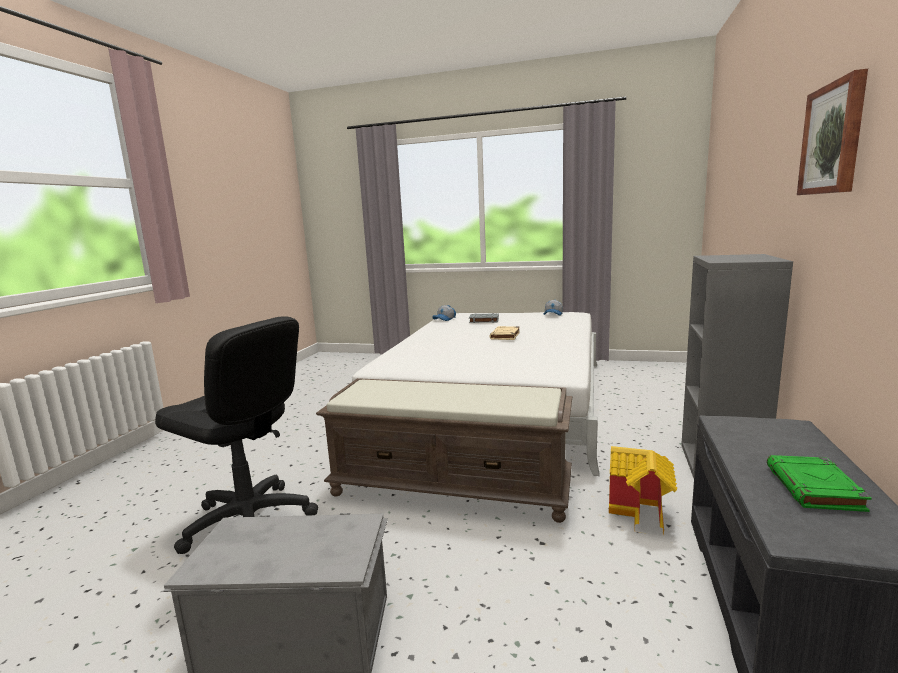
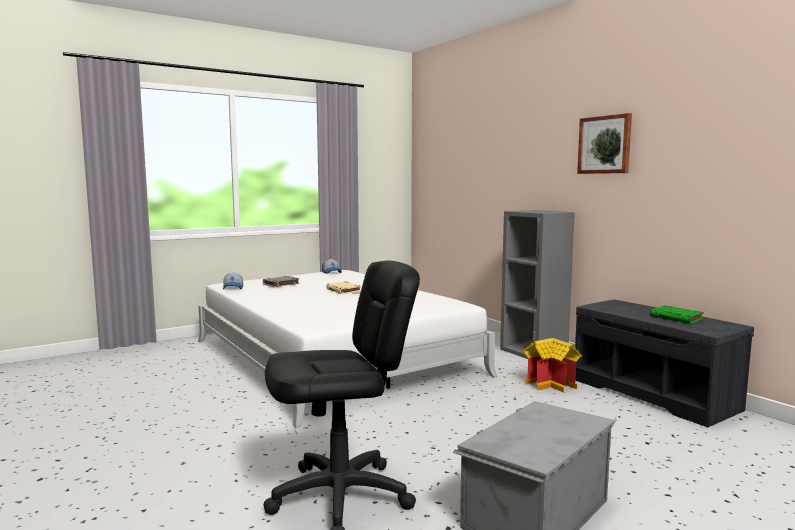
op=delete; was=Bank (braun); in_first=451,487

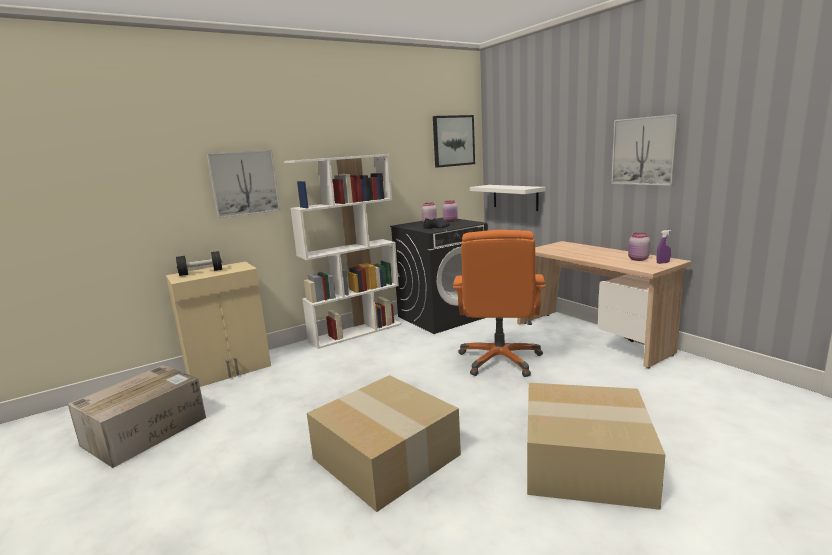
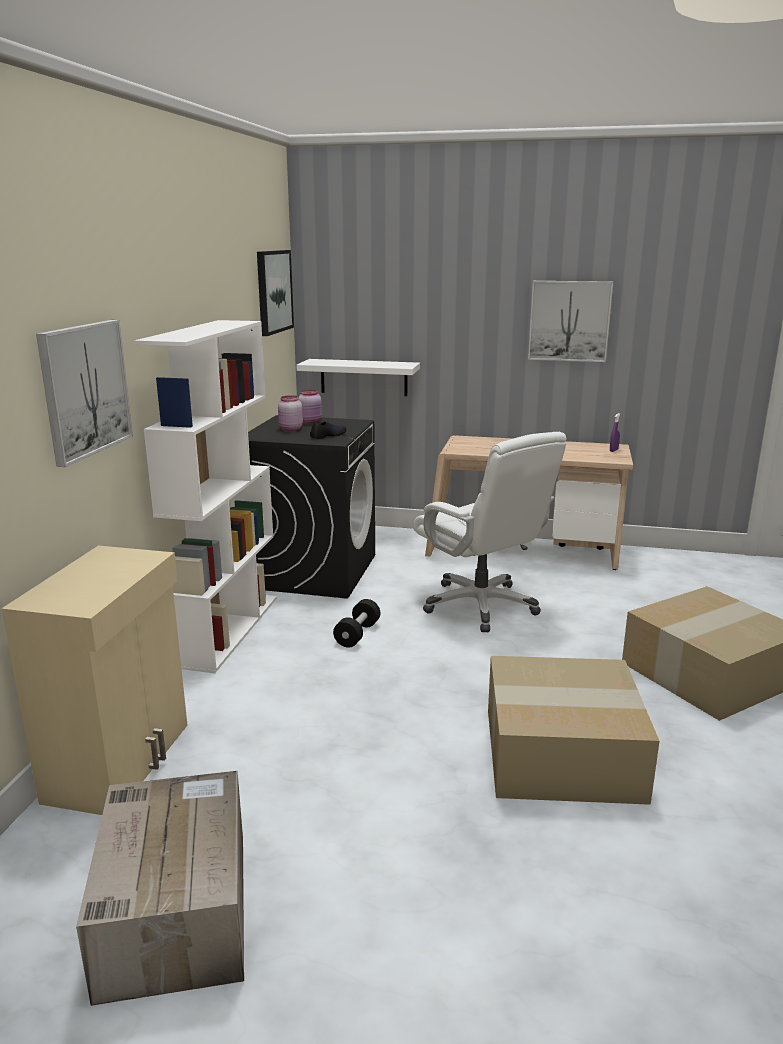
op=recolor; was=Bürostuhl (orange); now=Bürostuhl (weiß); in_first=500,360; in_second=481,605
op=delete; was=Vorratsglas (rosa); in_first=638,259
op=move; was=Hantel (schwarz); in_first=201,272; in_second=357,634

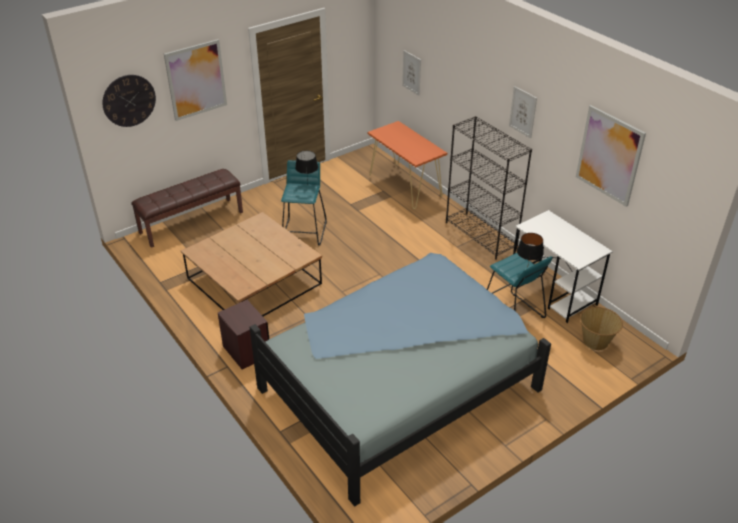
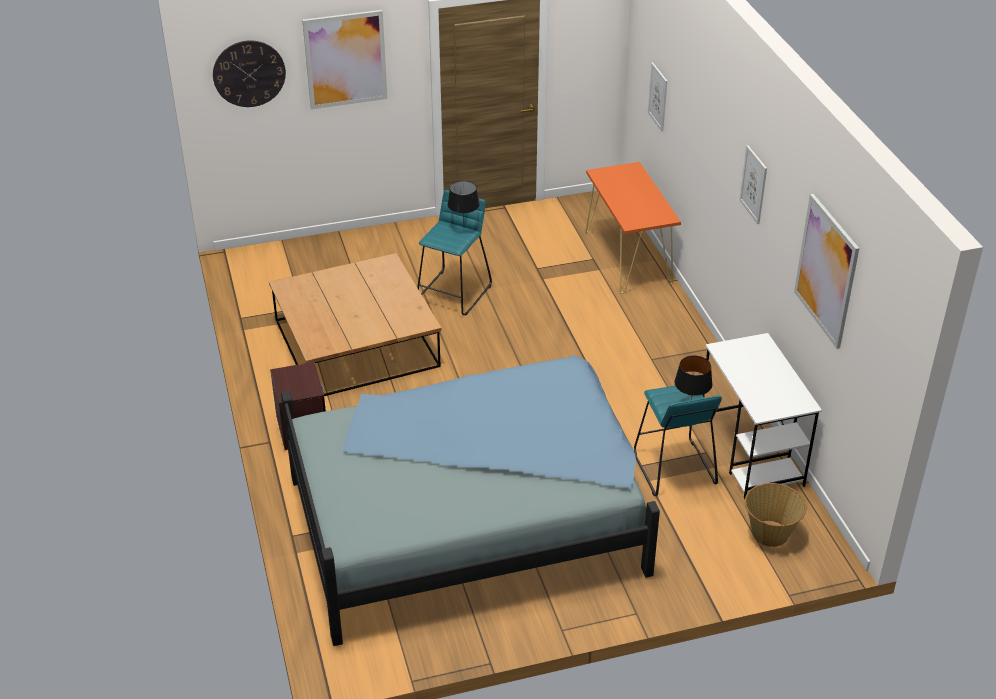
op=delete; was=Bücherregal (schwarz); in_first=481,235
op=delete; was=Bank (braun); in_first=191,222

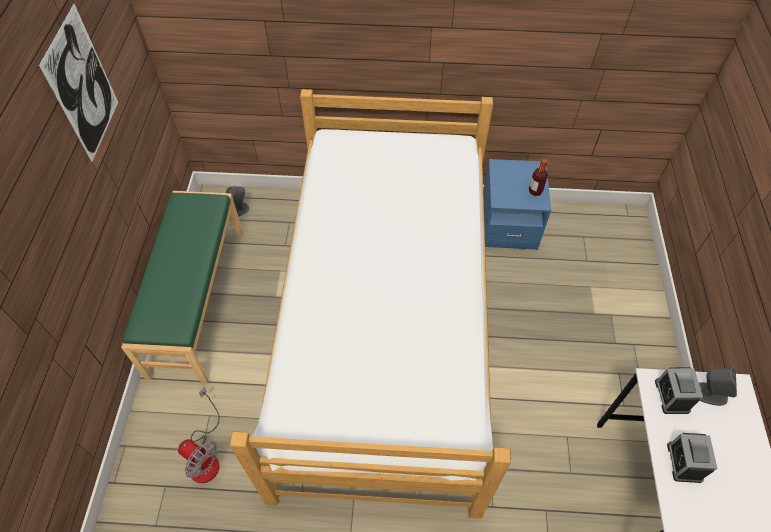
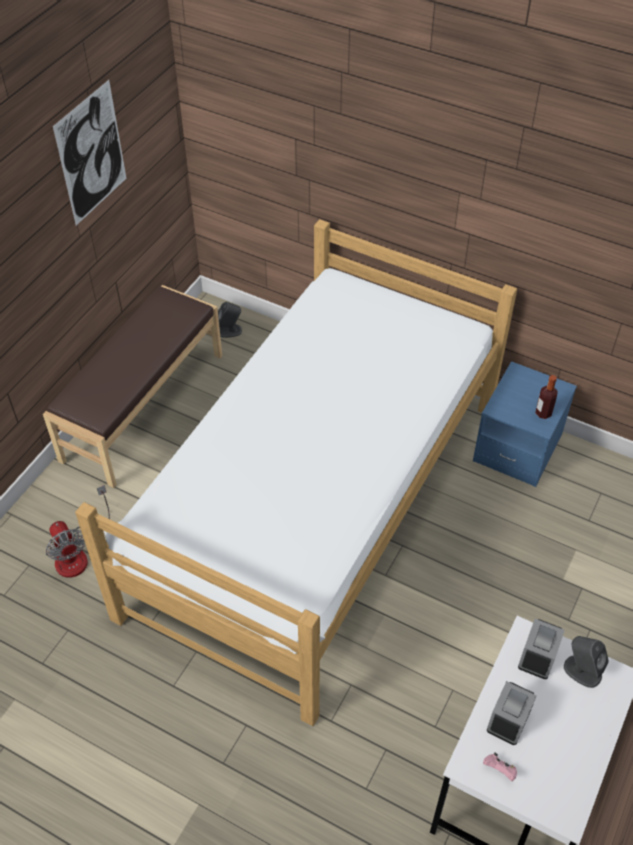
op=recolor; was=Bank (grün); now=Bank (braun); in_first=196,300; in_second=142,406
op=insert; now=Gamepad (rosa); in_second=499,770

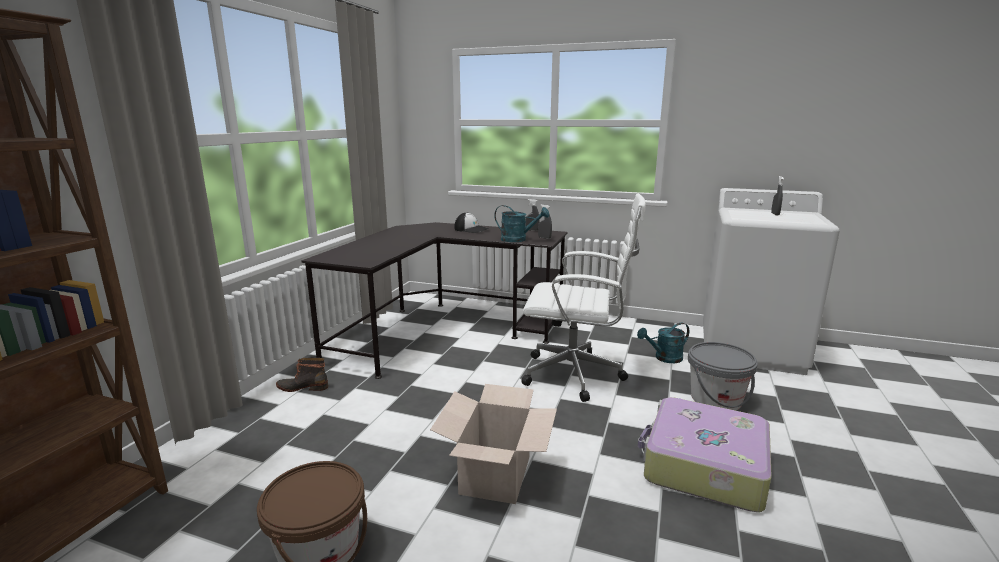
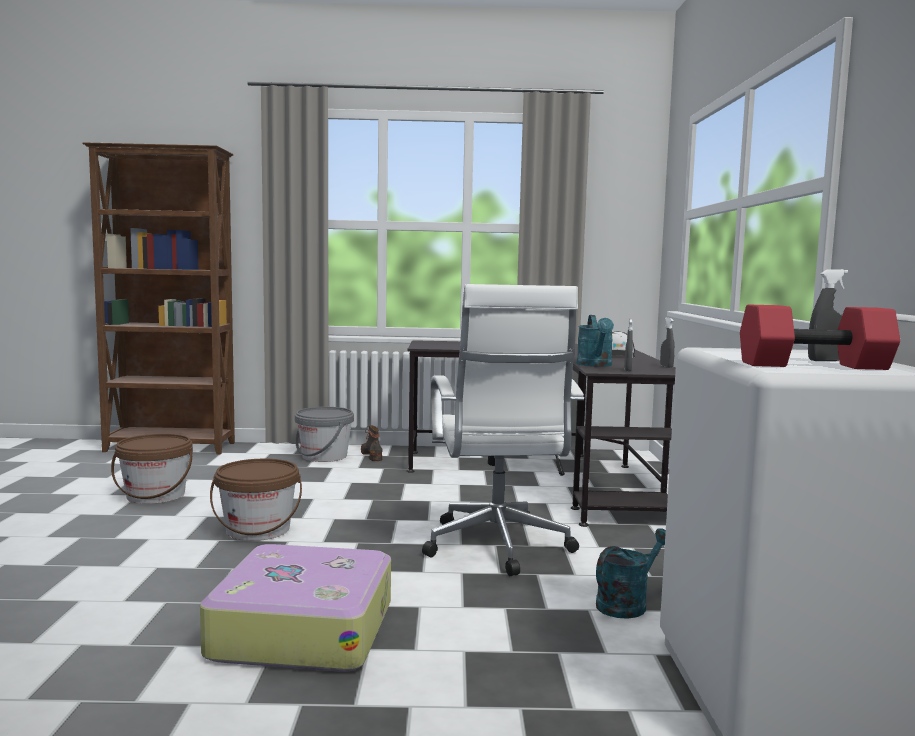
op=rotate; was=Gießkanne (türkis); in_first=664,358; in_second=627,603; clockwise=90
op=move; was=Eimer (grau); in_first=716,399; in_second=324,456
op=replace; was=Karton; now=Eimer (braun); in_first=495,474; in_second=258,530
op=insert; now=Hantel (rot); in_second=813,366

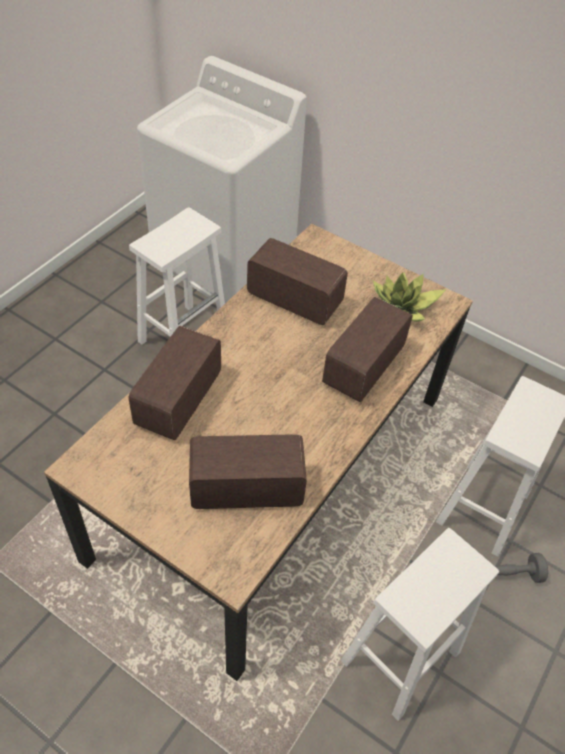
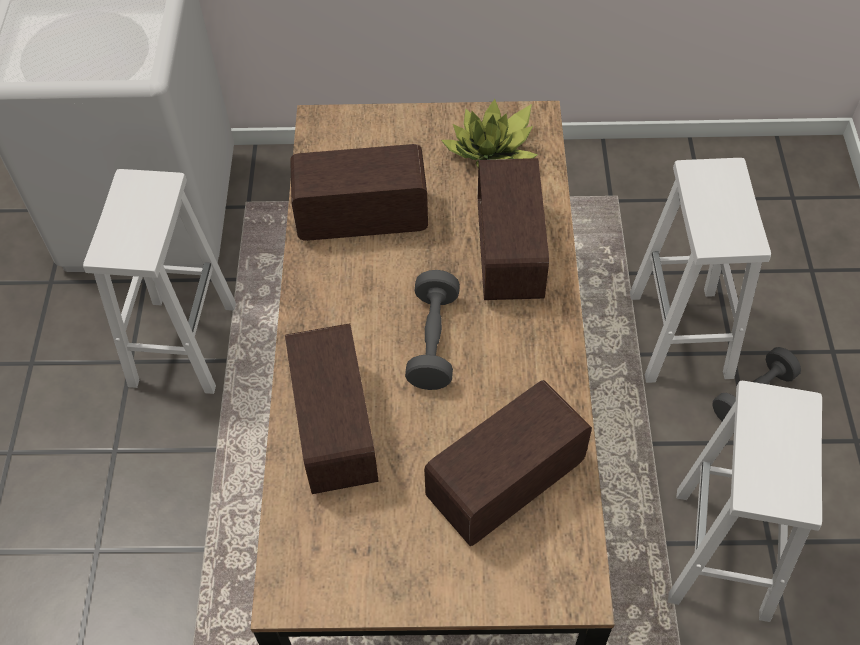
op=insert; now=Hantel (grau); in_second=433,341

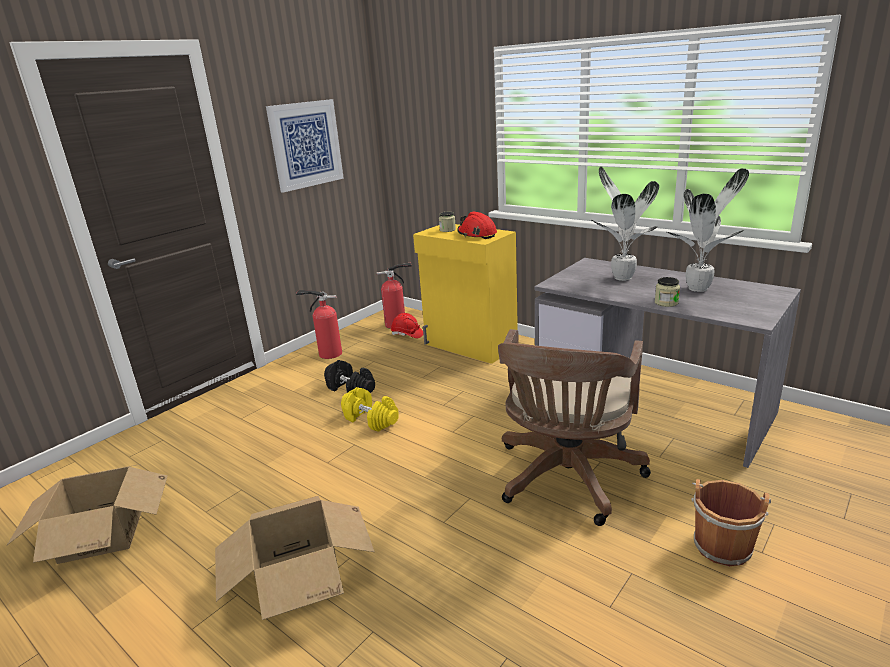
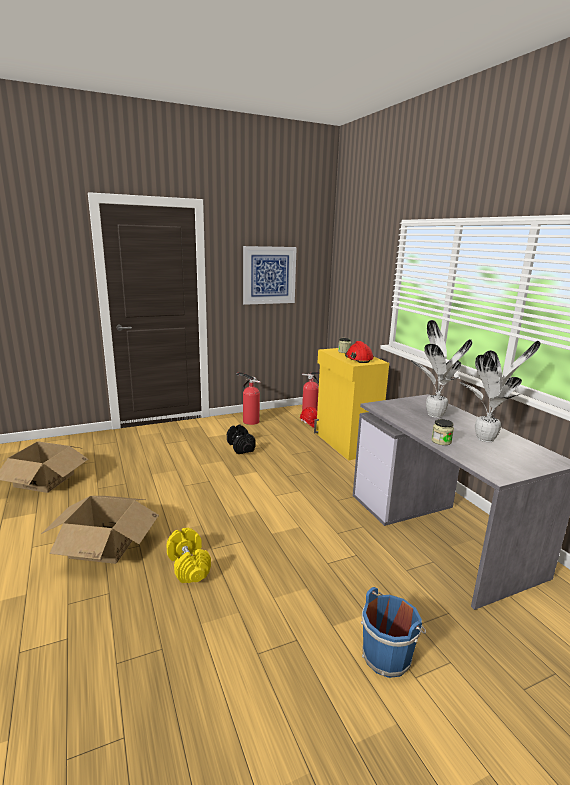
op=delete; was=Bürostuhl (braun); in_first=566,480
op=move; was=Hantel (gelb); in_first=371,419; in_second=189,565
op=recolor; was=Eimer (braun); now=Eimer (blau); in_first=722,544; in_second=387,655

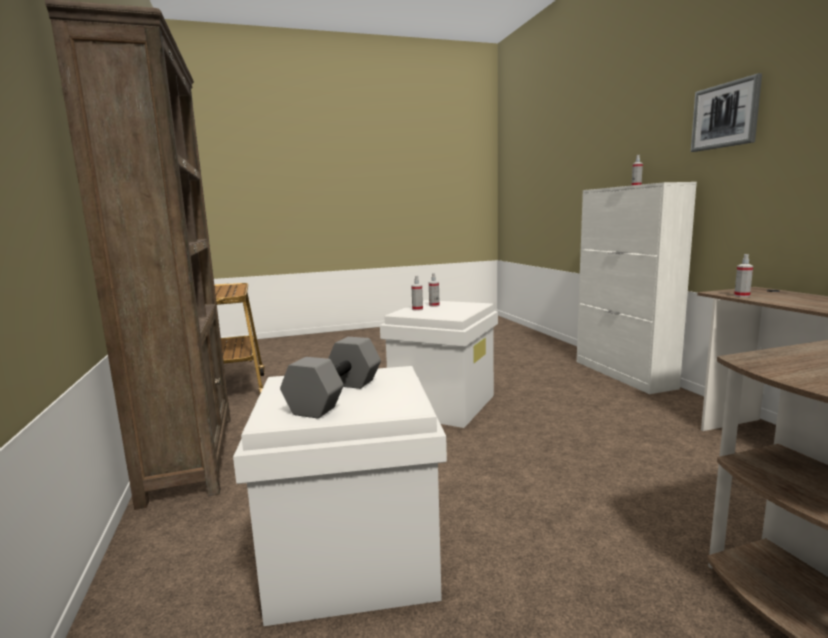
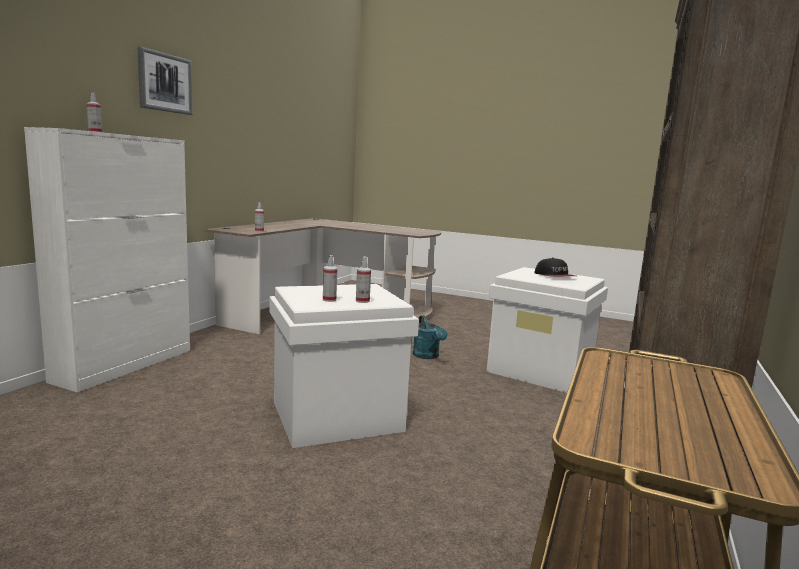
op=replace; was=Hantel (grau); now=Kappe; in_first=337,397; in_second=555,276
op=insert; now=Gießkanne (türkis); in_second=428,356

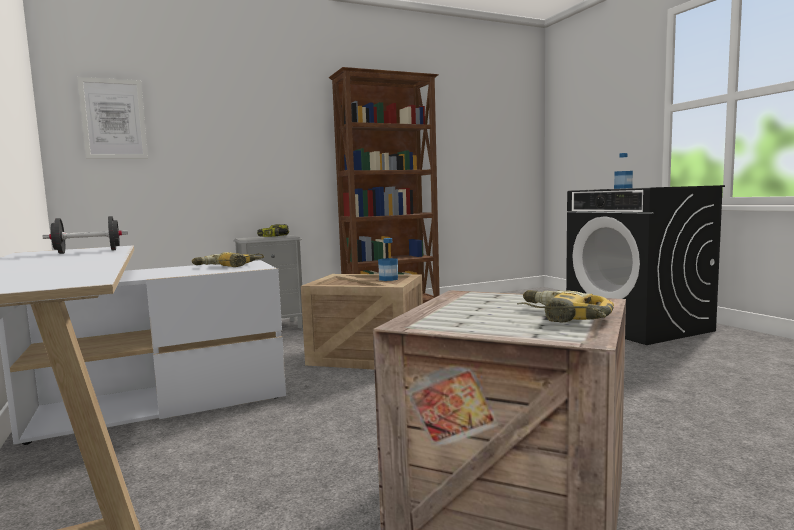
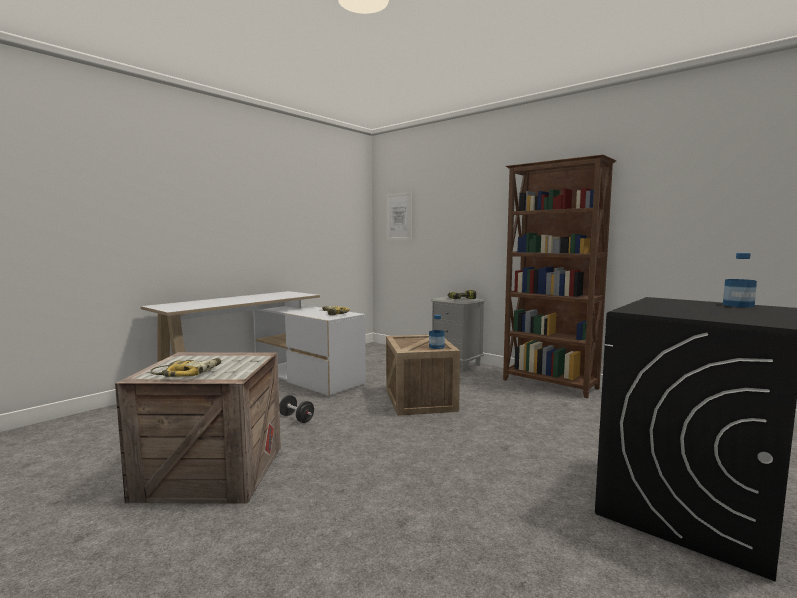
op=move; was=Hantel (schwarz); in_first=88,252; in_second=296,418

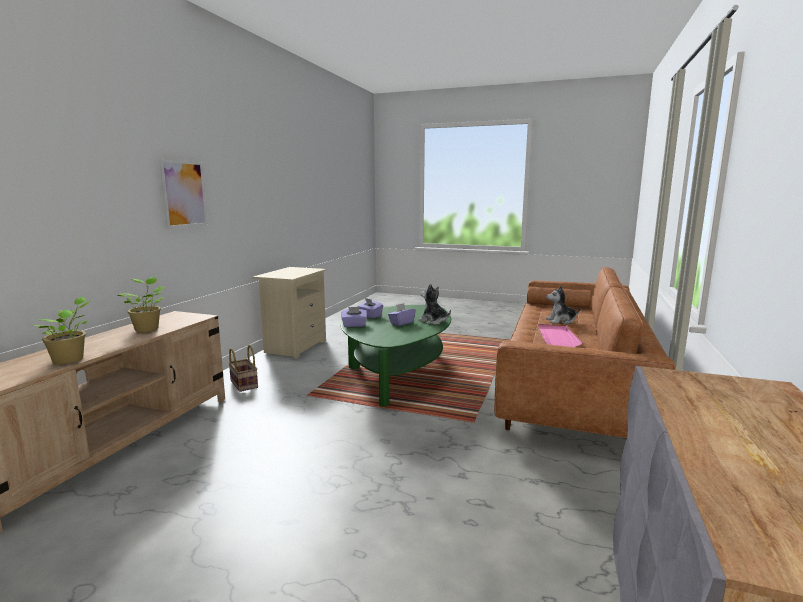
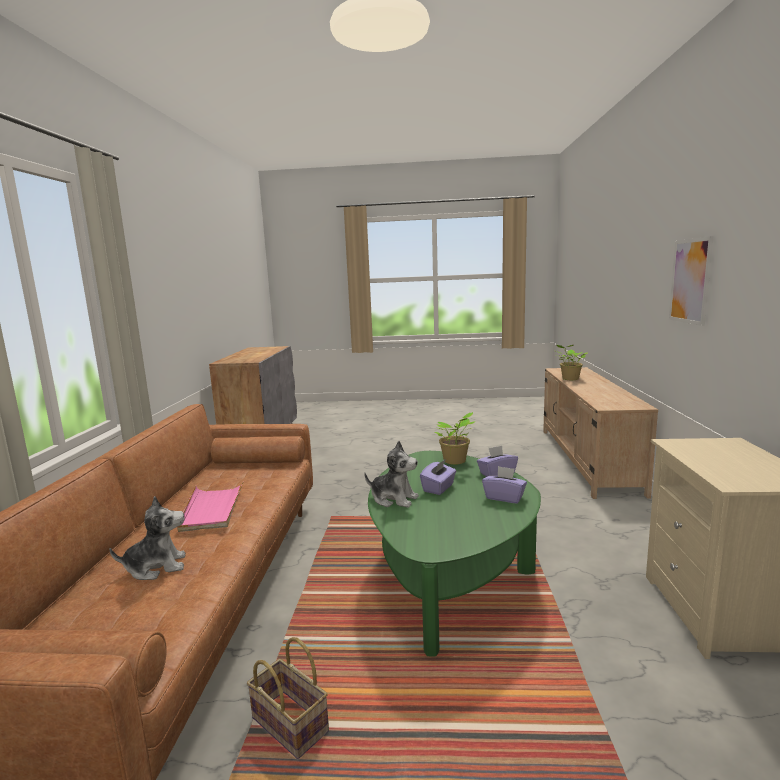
op=move; was=Topfpflanze; in_first=147,329; in_second=455,461
op=move; was=Korb; in_first=243,384; in_second=292,725

